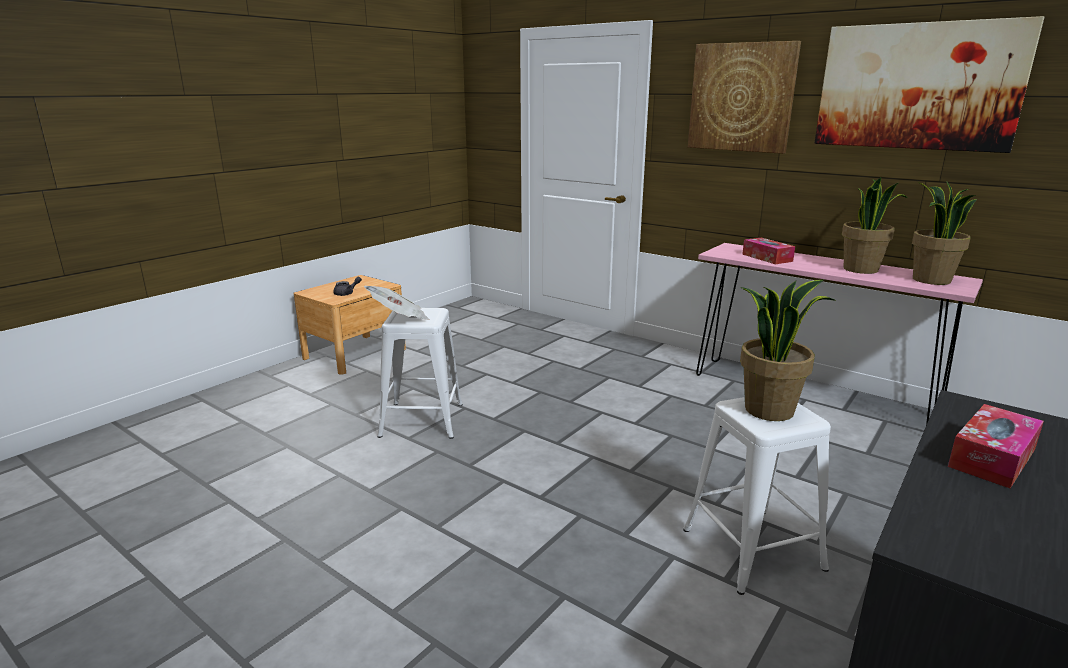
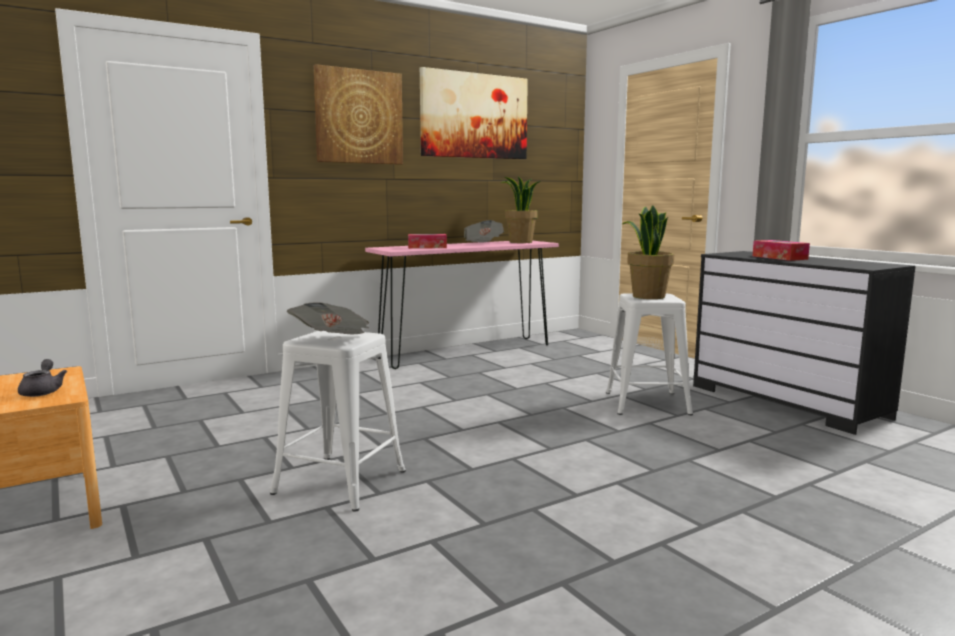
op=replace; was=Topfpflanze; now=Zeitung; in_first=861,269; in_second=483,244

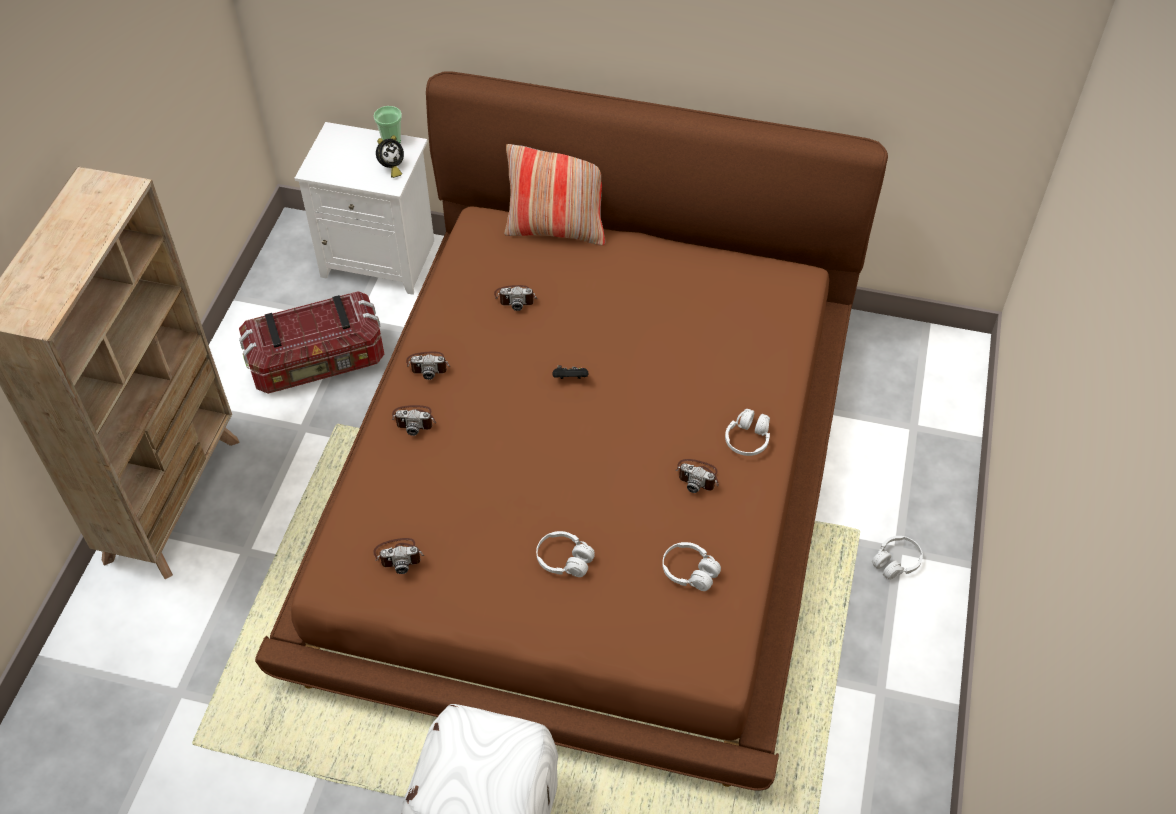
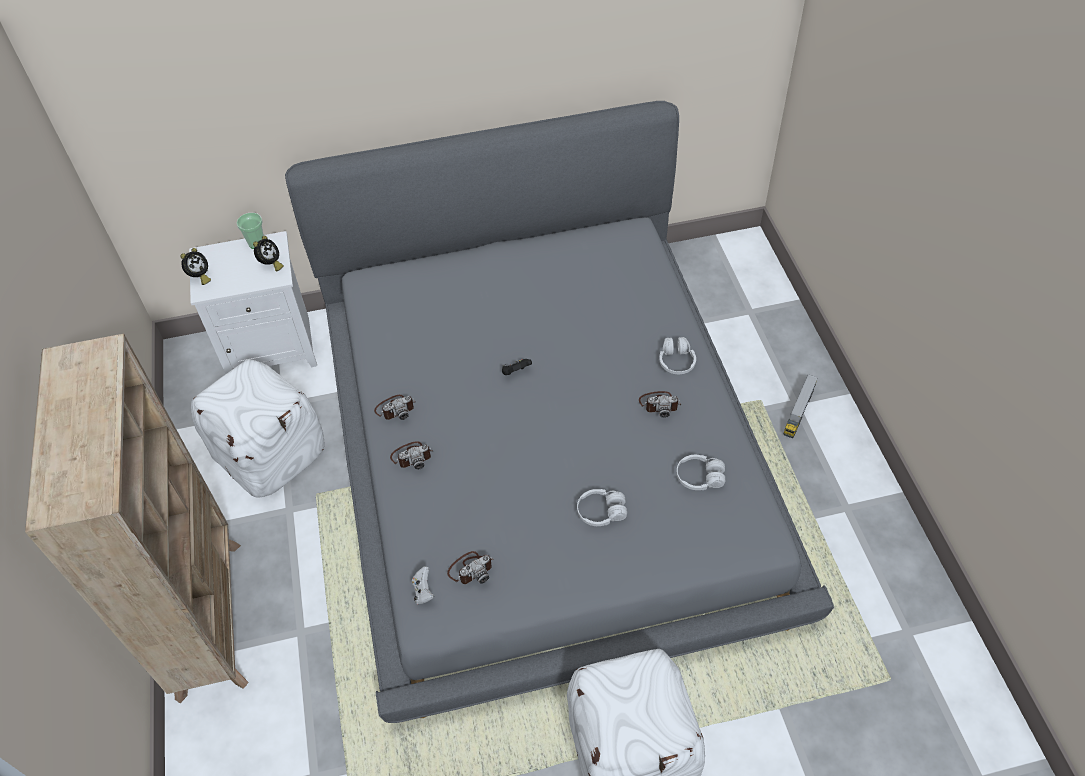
op=recolor; was=Bett (braun); now=Bett (grau); in_first=587,483; in_second=545,452
op=delete; was=Kissen; in_first=556,230
op=delete; was=Kamera; in_first=515,298
op=replace; was=Aufbewahrungsbox; now=Polsterhocker (weiß); in_first=318,363; in_second=270,452
op=replace; was=Kopfhörer (weiß); now=Spielzeuglaster; in_first=896,562; in_second=799,411
op=insert; now=Wecker; in_second=199,277
op=insert; now=Gamepad (weiß); in_second=423,591

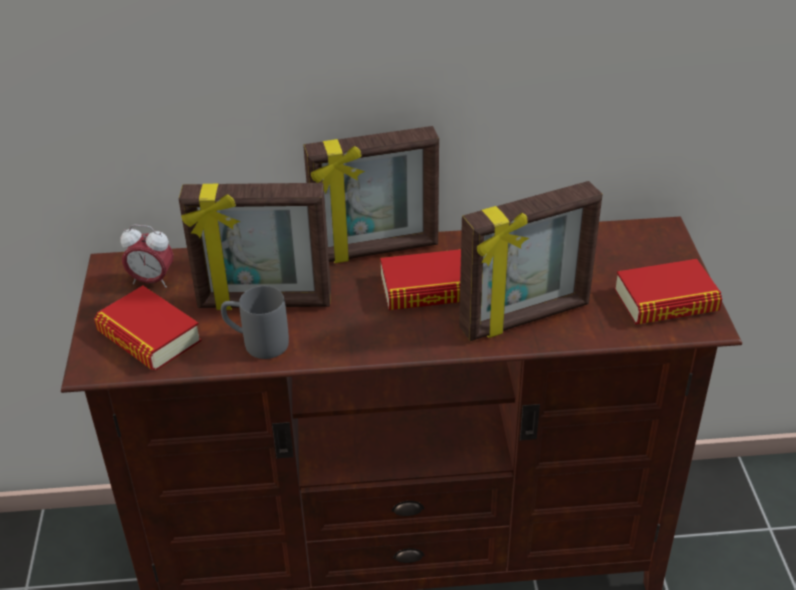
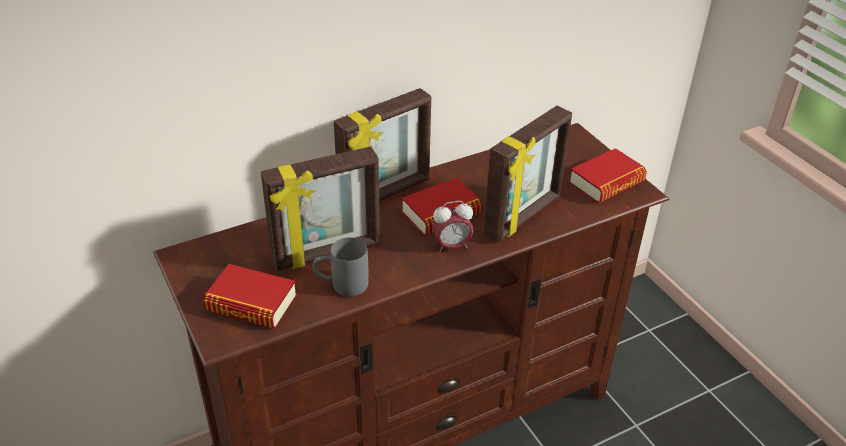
op=move; was=Wecker; in_first=152,281; in_second=451,246

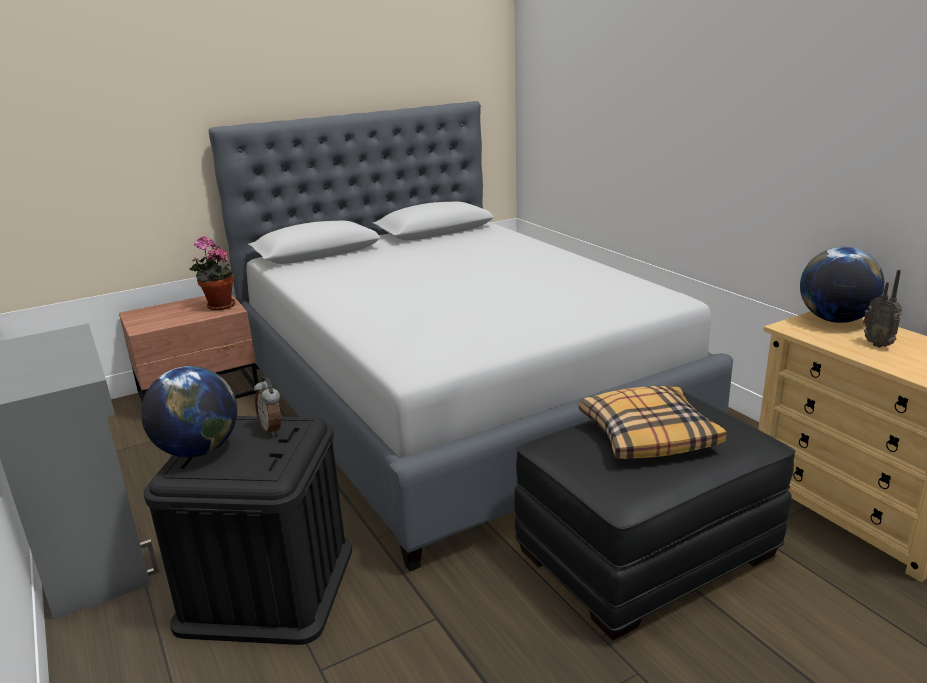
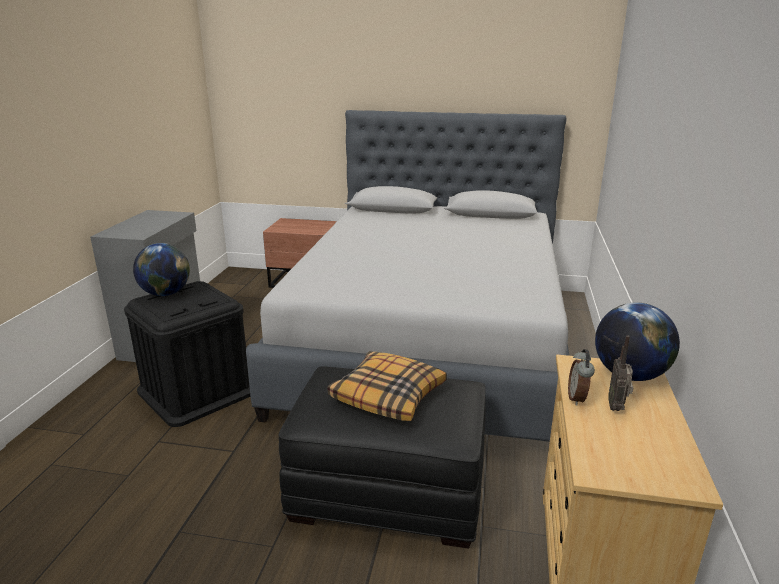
op=delete; was=Topfpflanze; in_first=218,306
op=move; was=Wecker; in_first=272,429; in_second=577,398

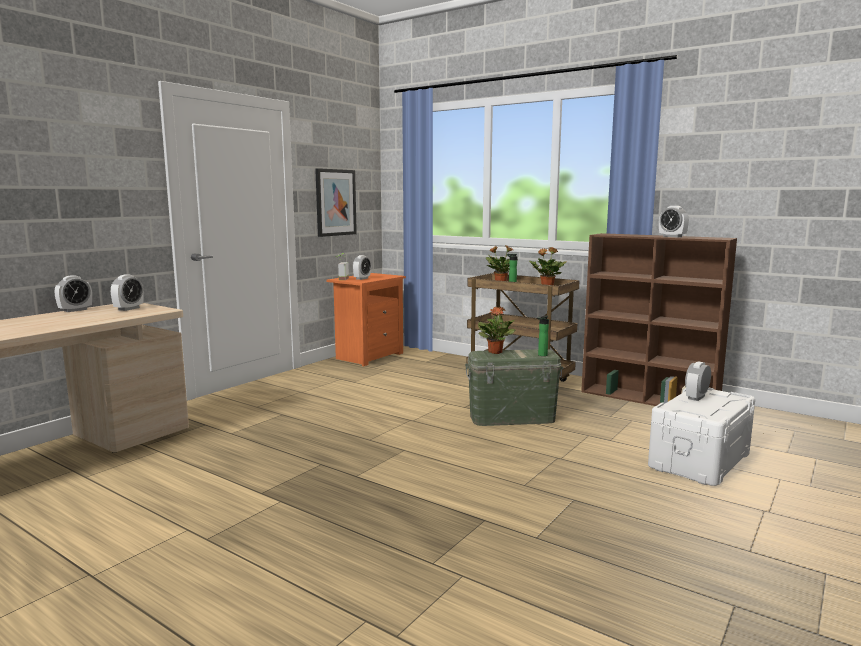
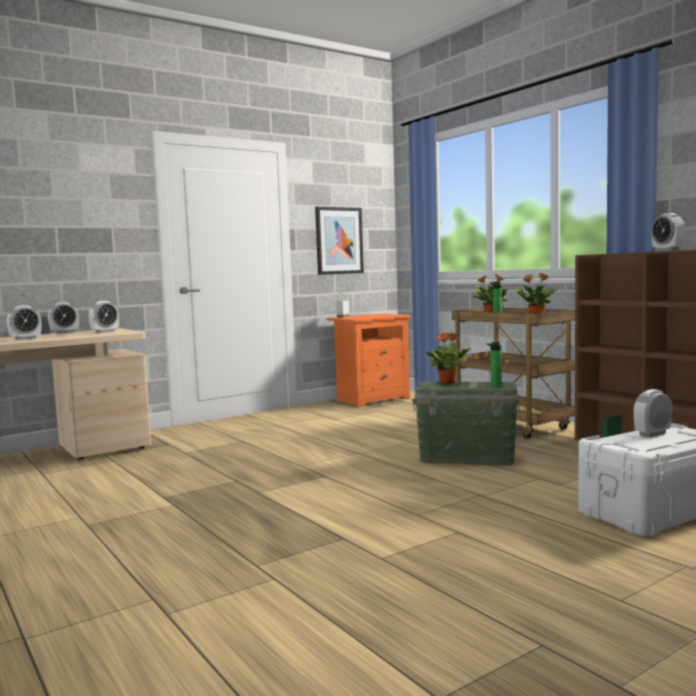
op=move; was=Wecker; in_first=362,278; in_second=25,338

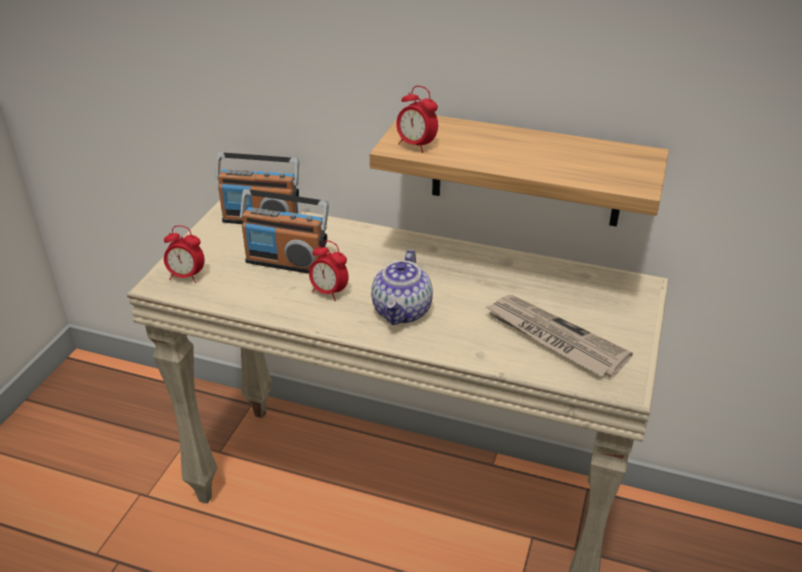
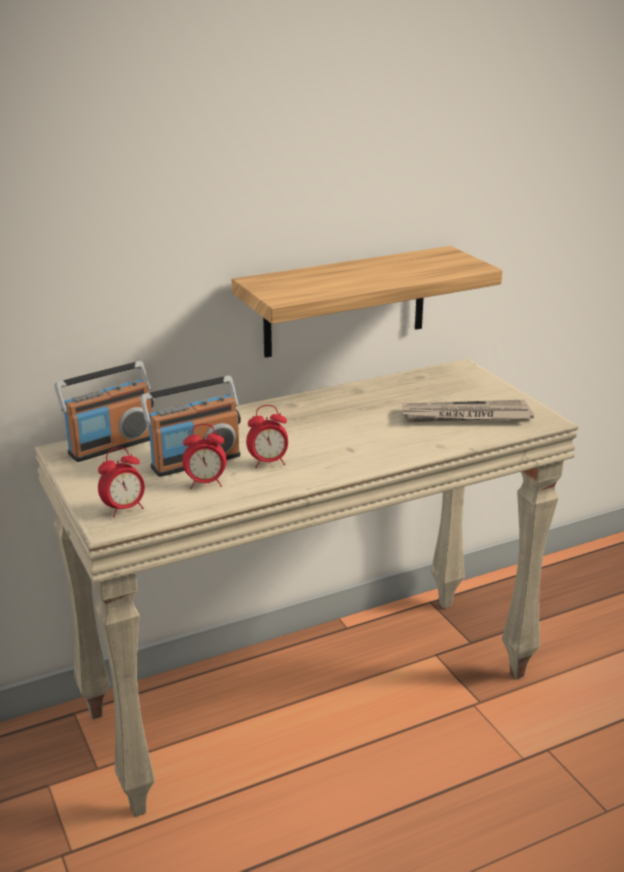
op=move; was=Wecker; in_first=416,145; in_second=205,483
op=delete; was=Teekanne; in_first=402,311

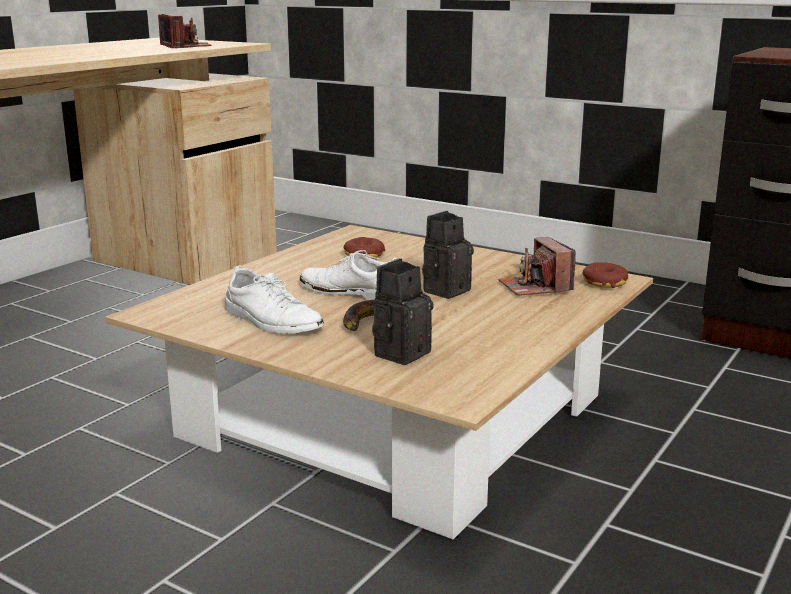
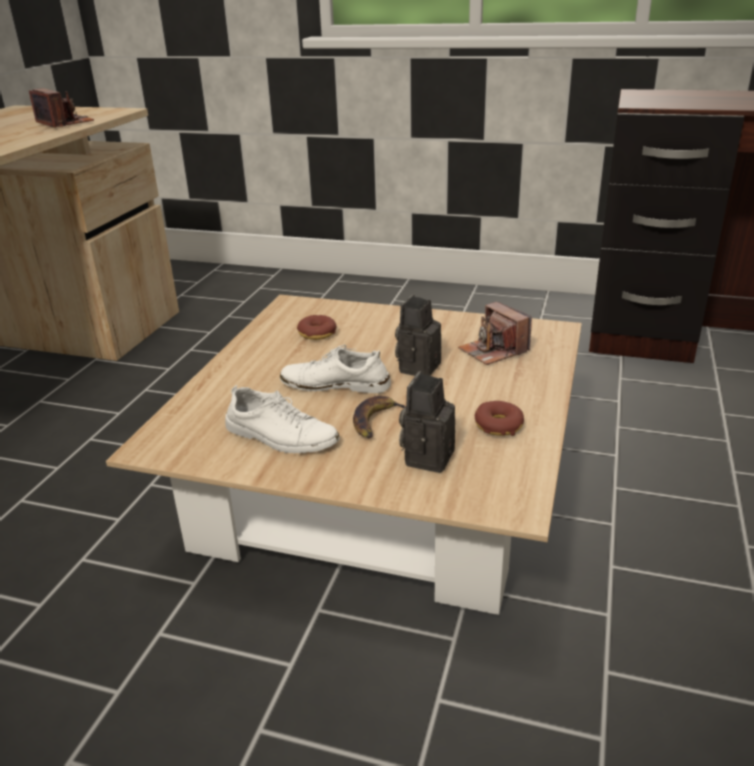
op=move; was=Donut; in_first=604,283; in_second=498,425

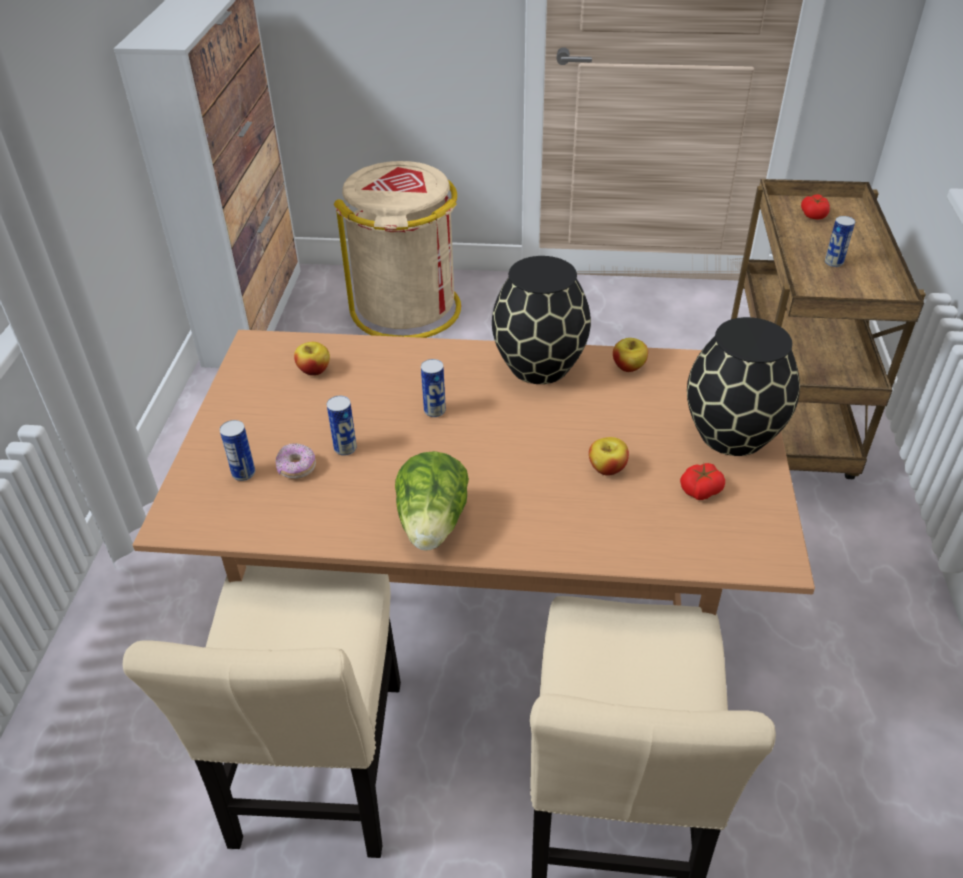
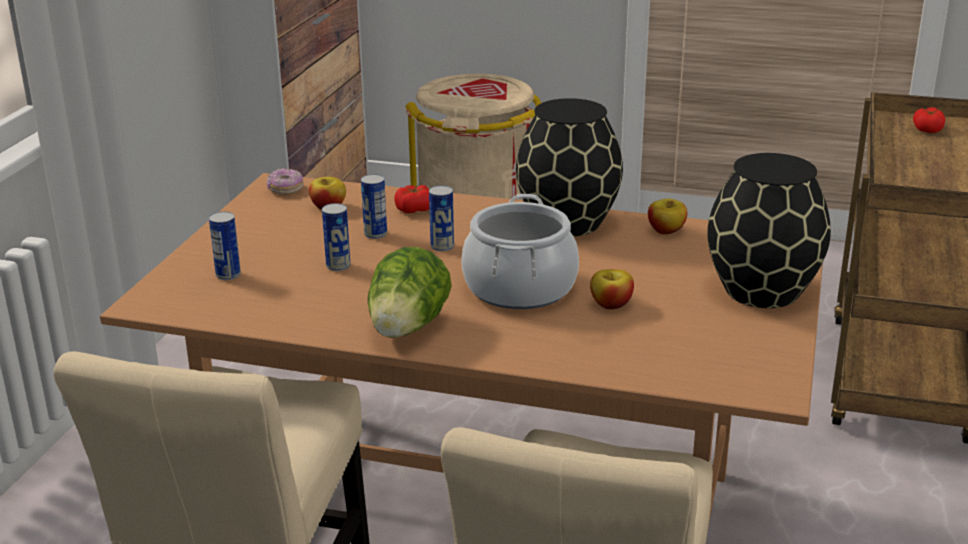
op=move; was=Dose; in_first=833,262; in_second=375,234
op=move; was=Donut; in_first=296,468; in_second=285,189
op=move; was=Tomate; in_first=700,489; in_second=414,209
op=insert; now=Kochtopf; in_second=519,288

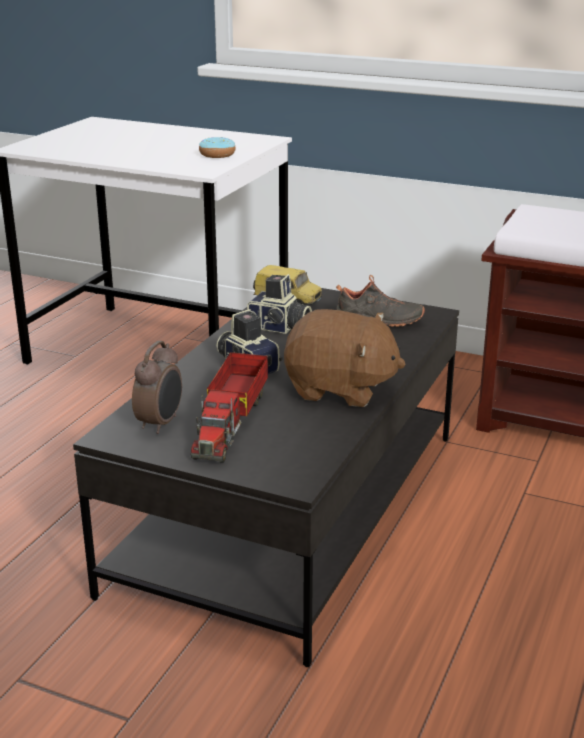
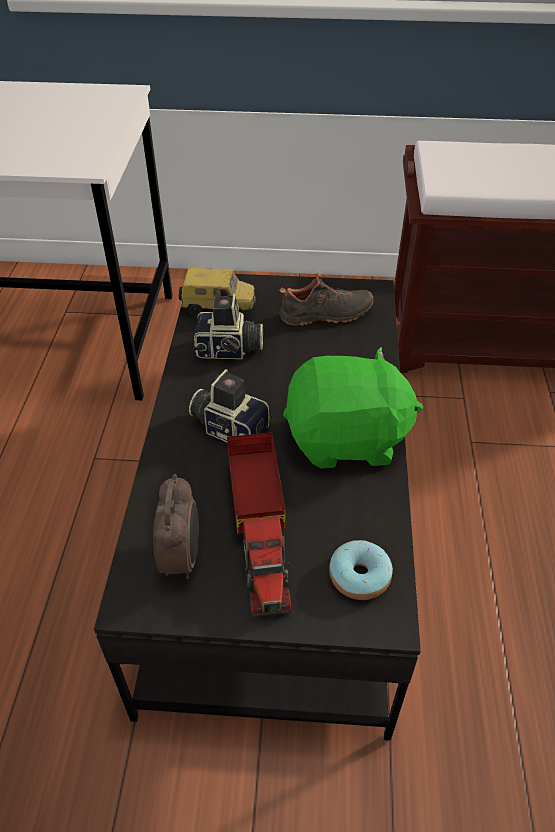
op=move; was=Donut; in_first=217,155; in_second=359,576
op=recolor; was=Plüschtier (braun); now=Plüschtier (grün); in_first=340,389; in_second=346,439

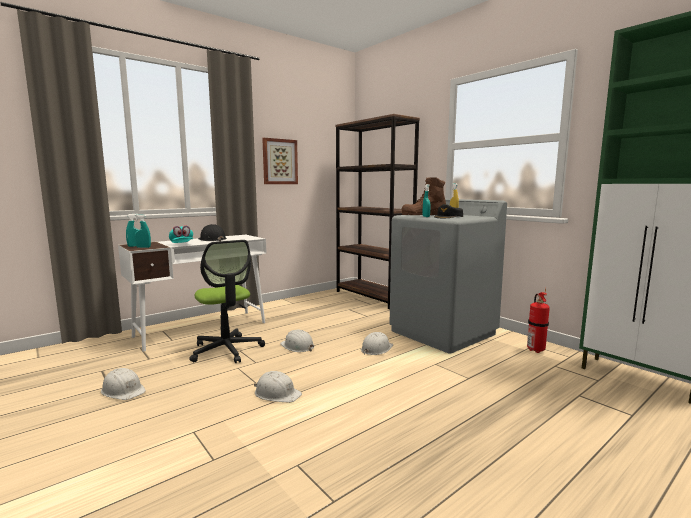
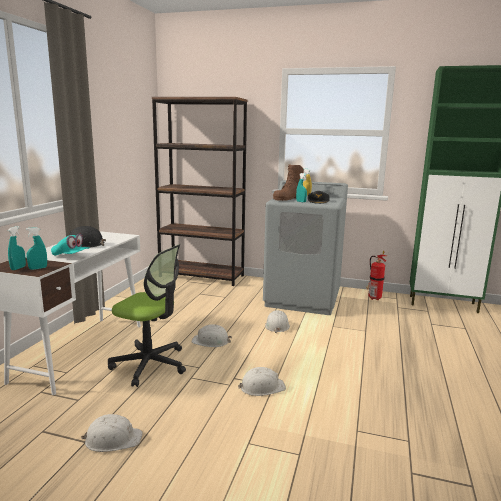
op=delete; was=Bild; in_first=279,162

